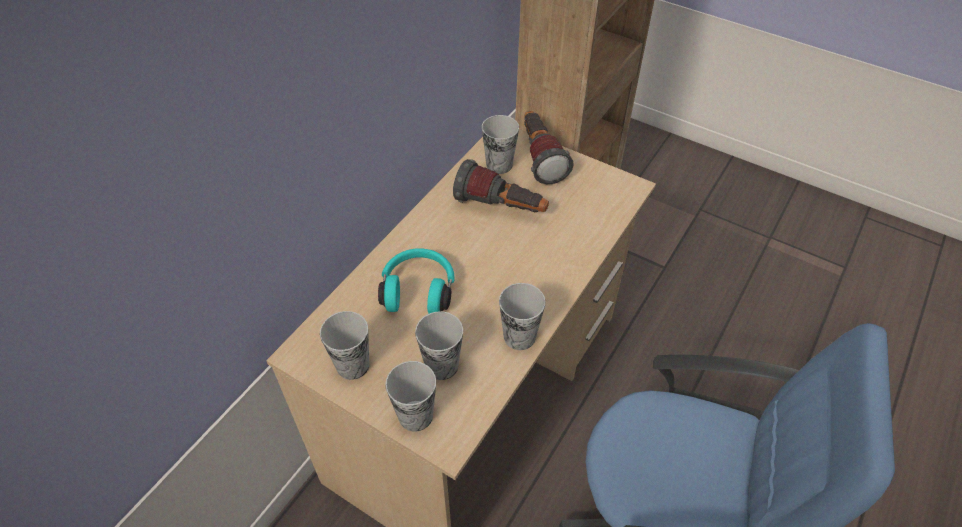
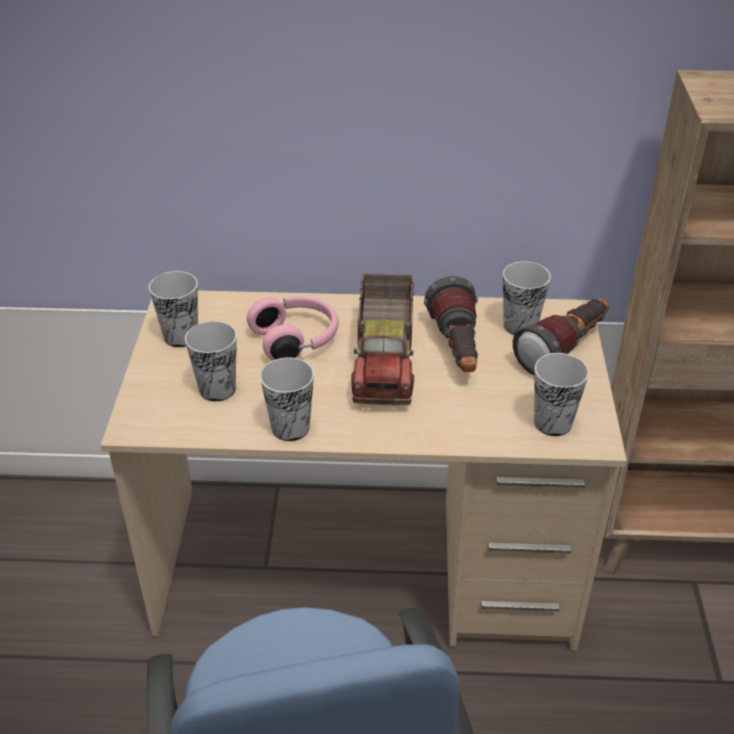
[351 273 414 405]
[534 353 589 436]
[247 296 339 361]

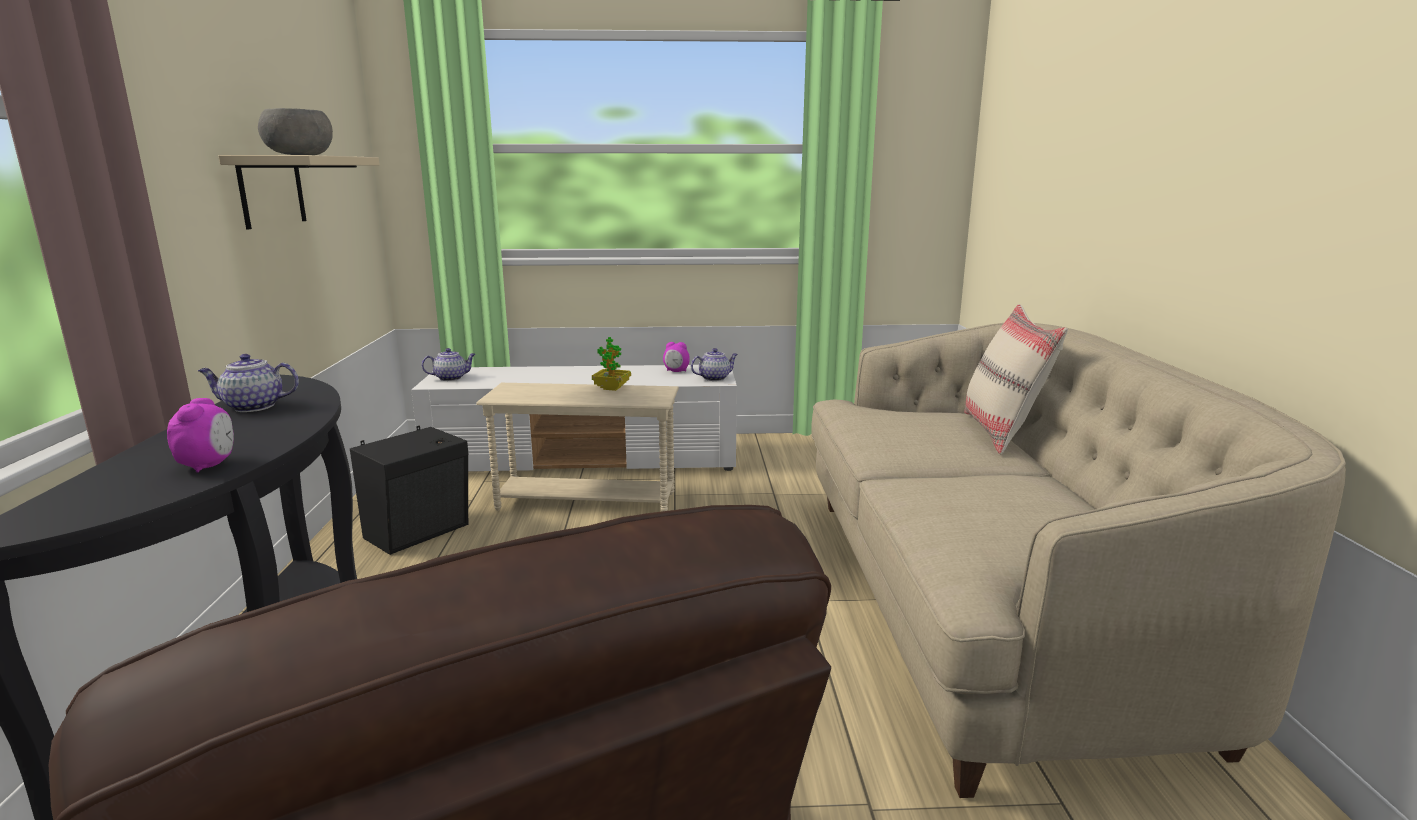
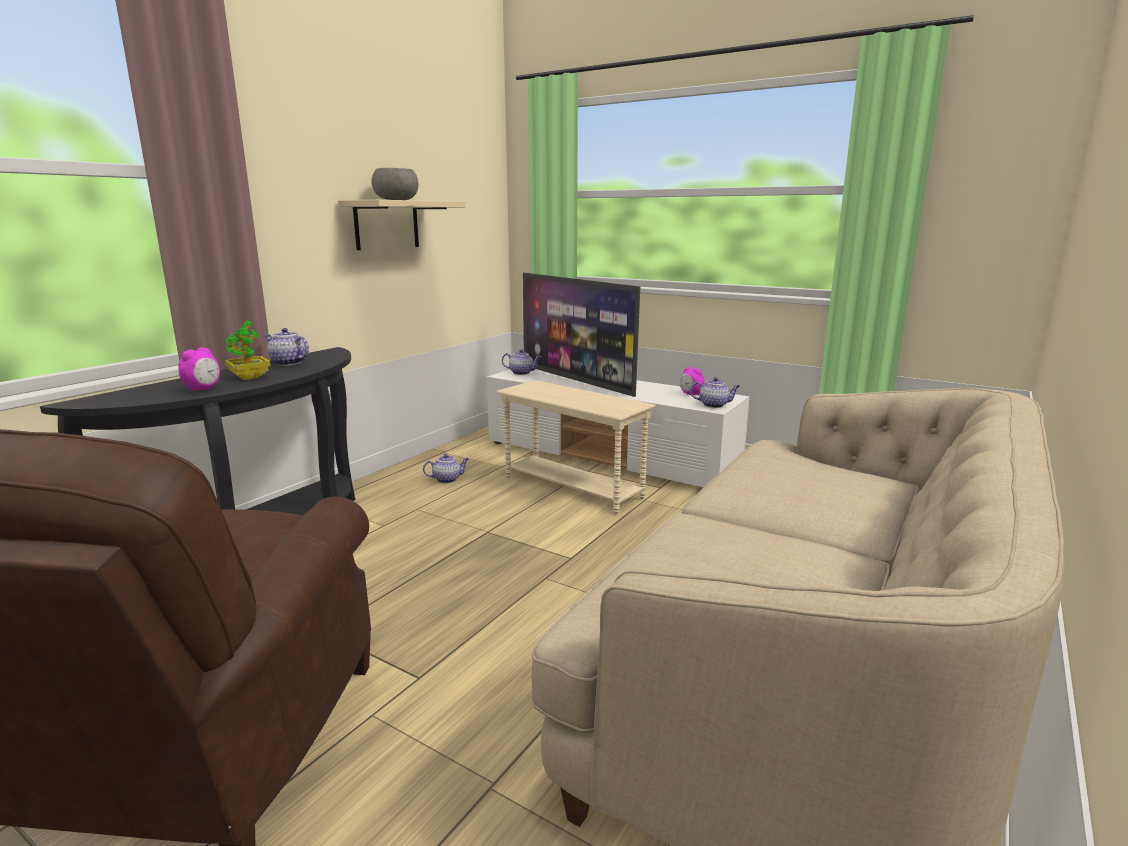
[964 304 1068 454] (first image)
[523 273 640 397]
[225 320 270 380]
[423 454 469 483]

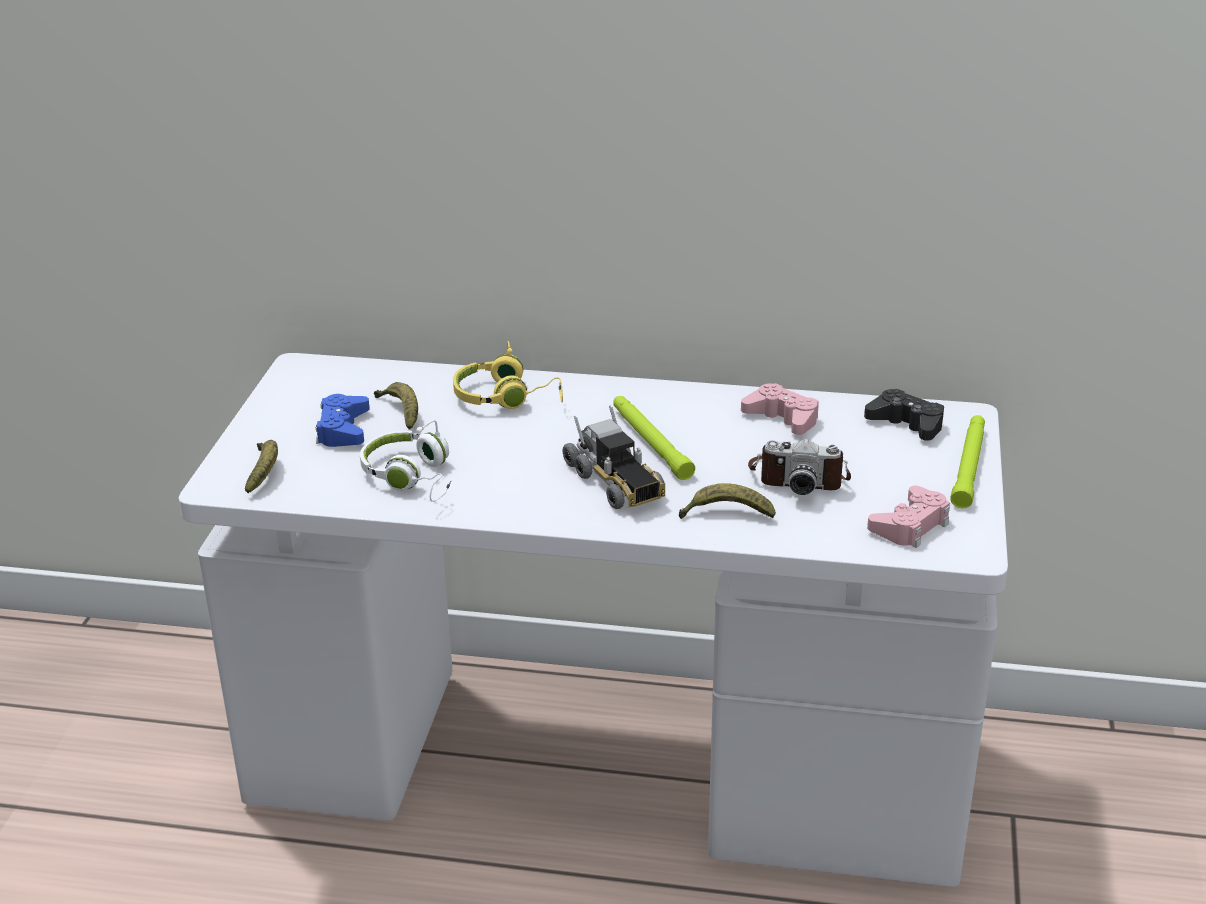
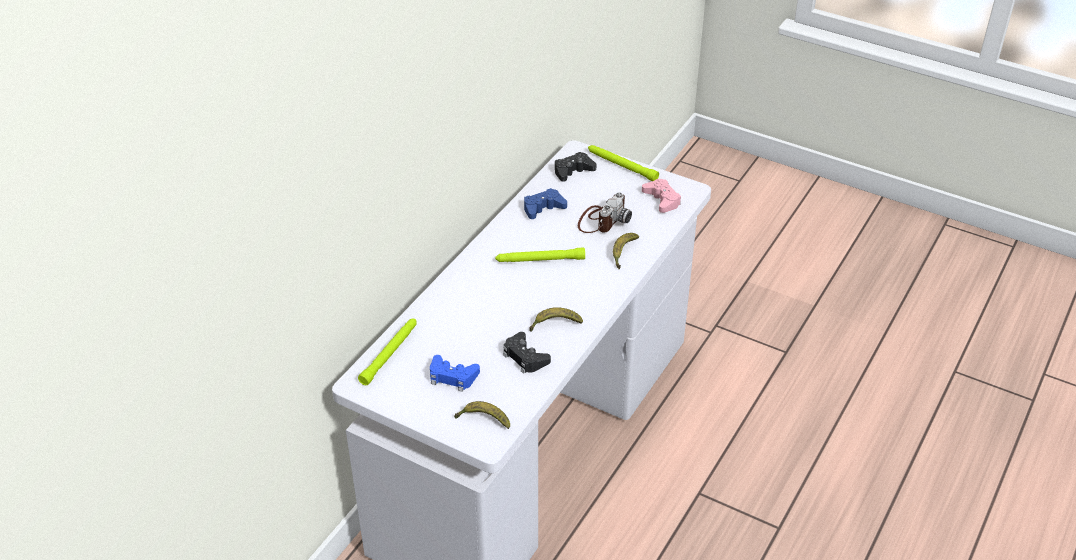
[453 341 563 409] (first image)
[562 405 665 509] (first image)
[358 319 417 385]
[529 307 583 332]
[503 332 551 374]
[524 188 567 219]

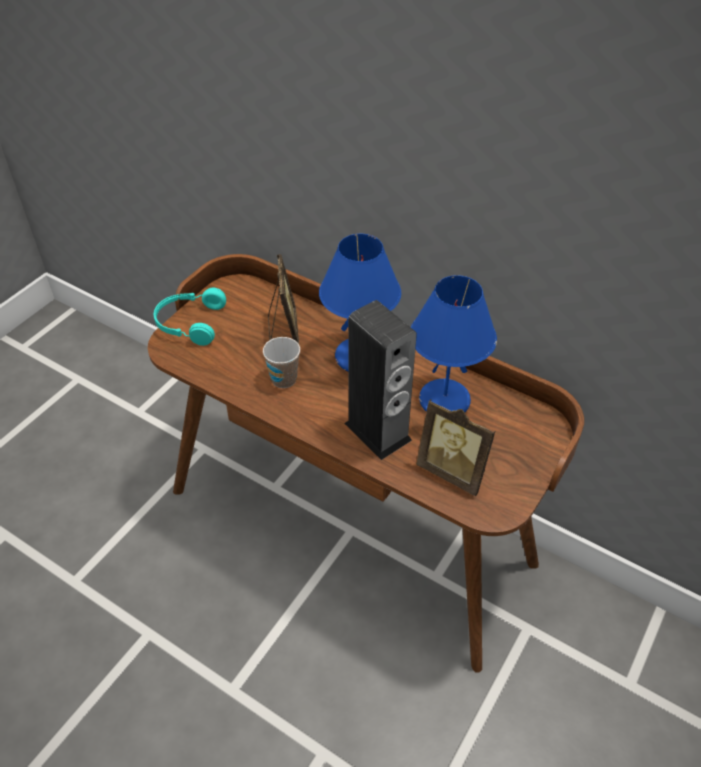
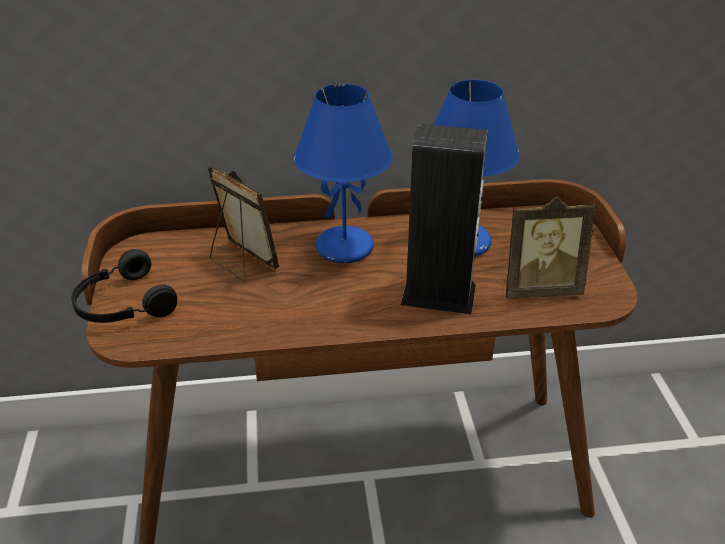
[263 337 300 388] (first image)
[71 249 177 323]

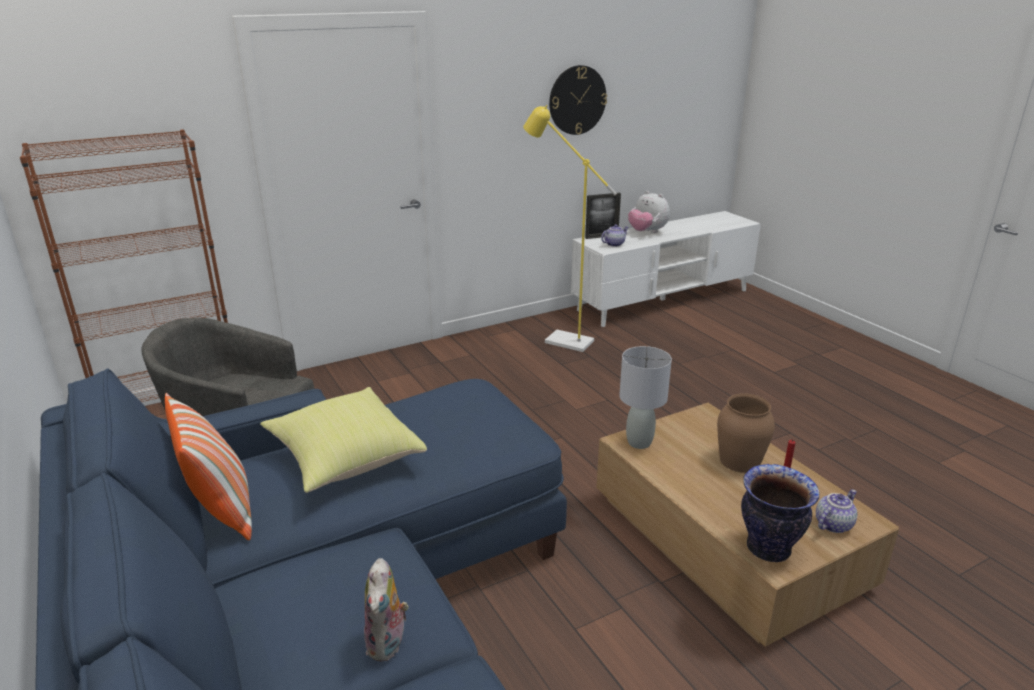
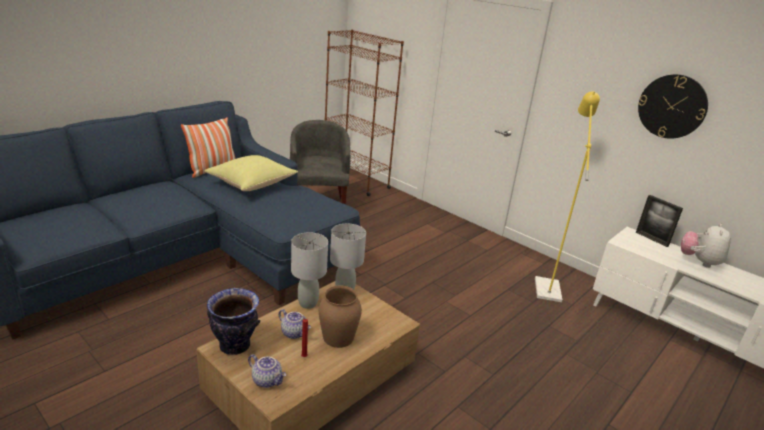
[364 558 409 662] (first image)
[291 232 328 309]
[279 309 311 339]

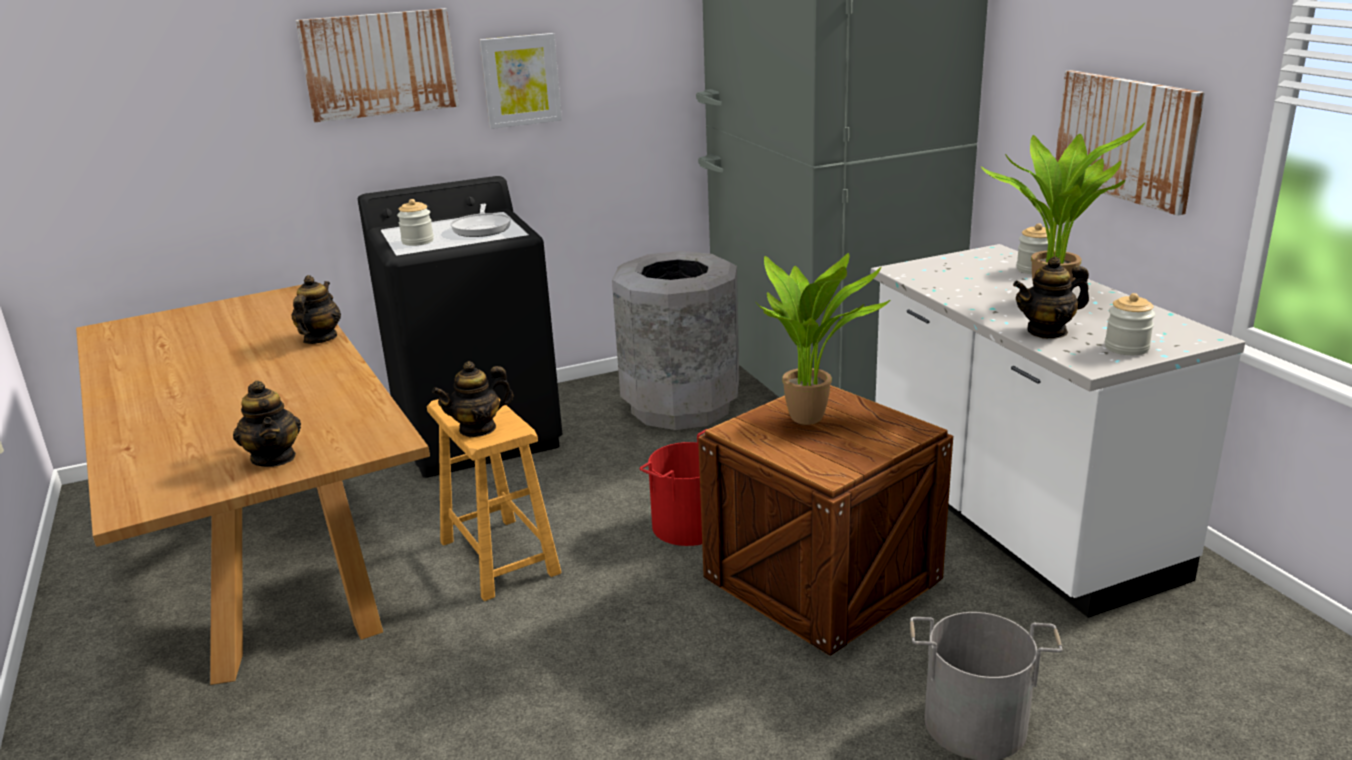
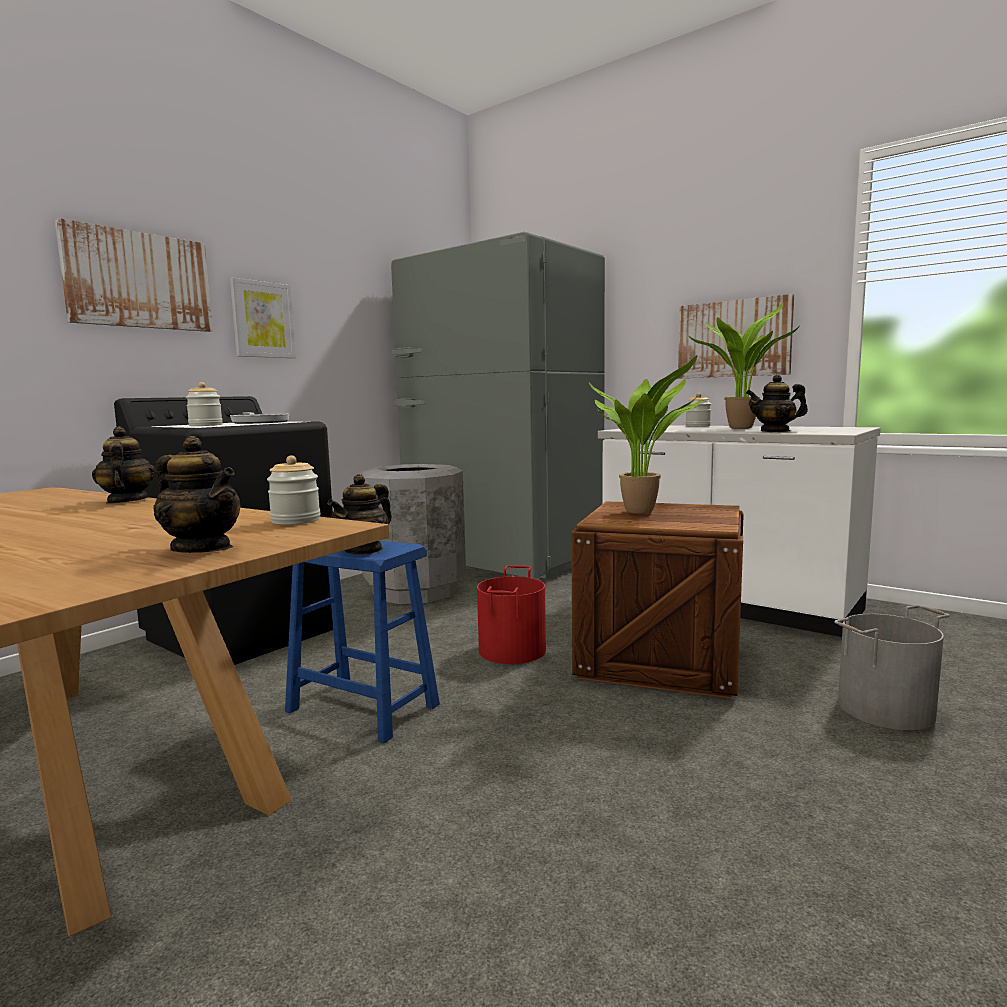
[267 455 321 525]
[285 541 440 743]
[746 374 808 432]

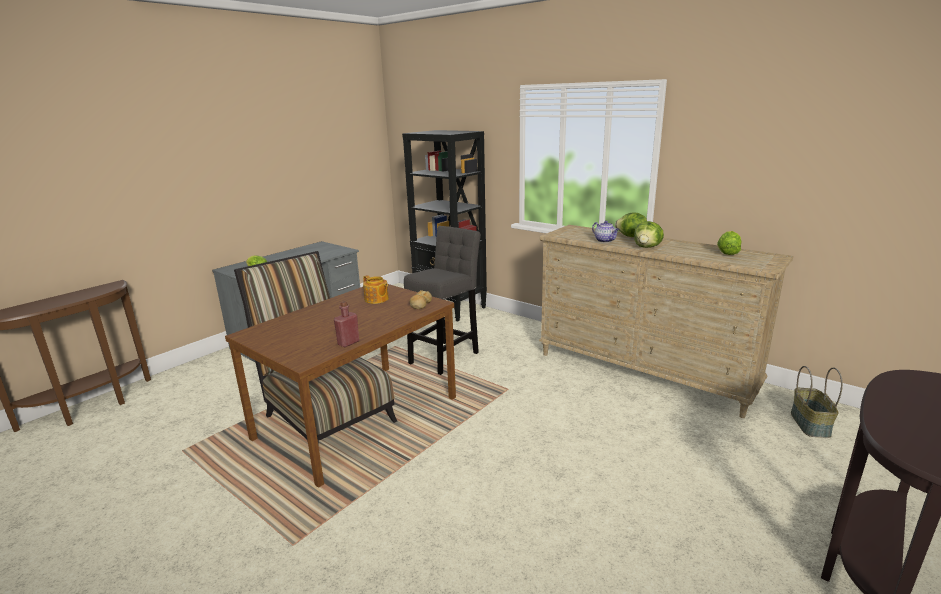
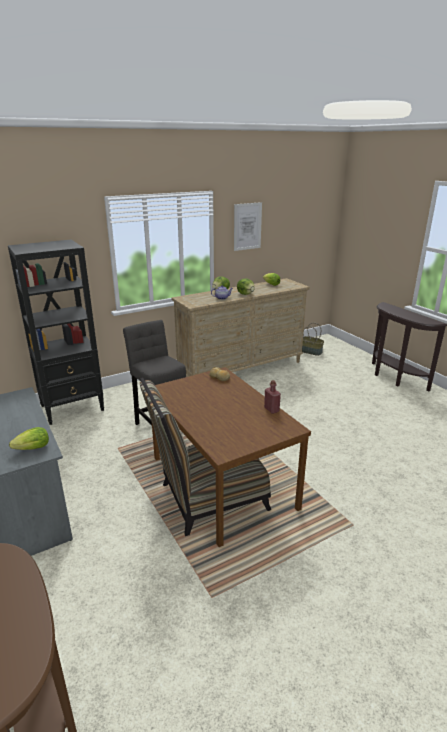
[363 275 389 304] (first image)
[234 202 262 251]

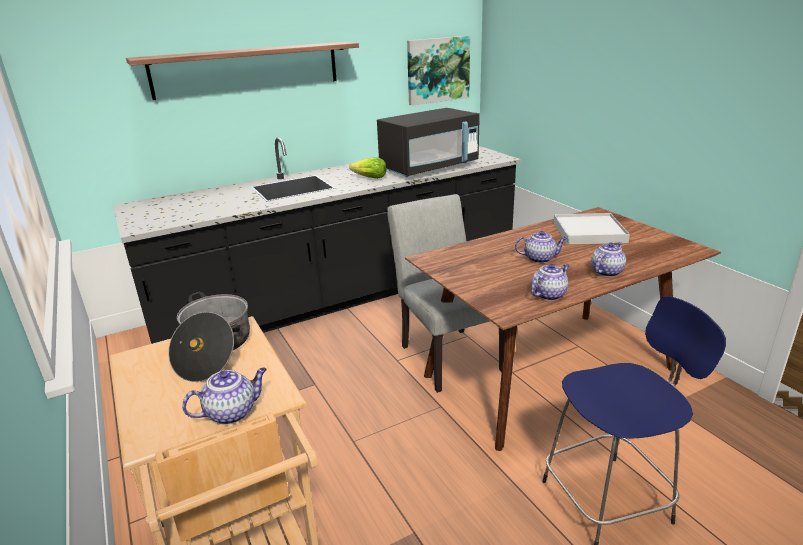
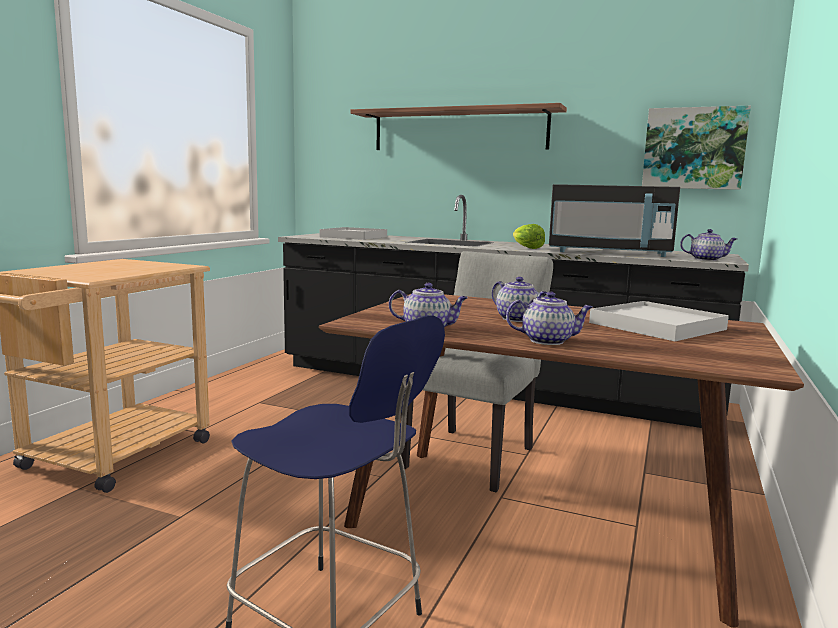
[168 292 250 382] (first image)
[320 227 387 240]
[680 229 737 261]

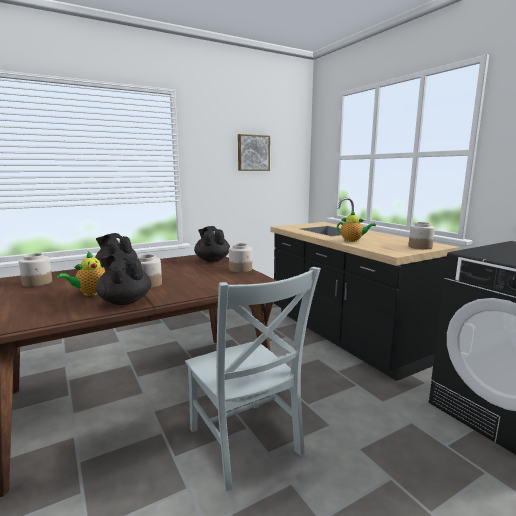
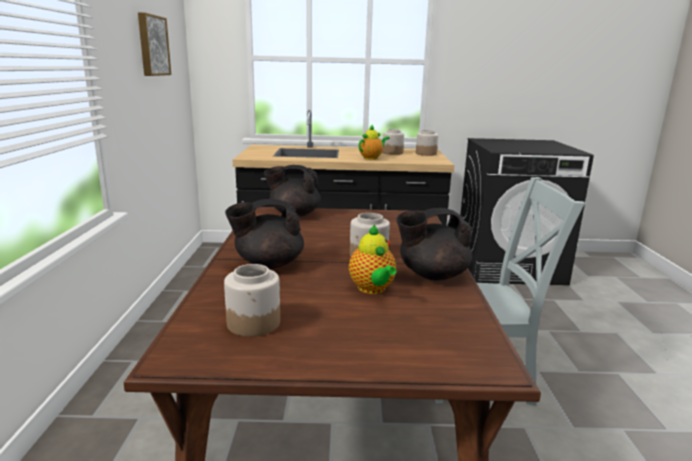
[382 129 404 155]

